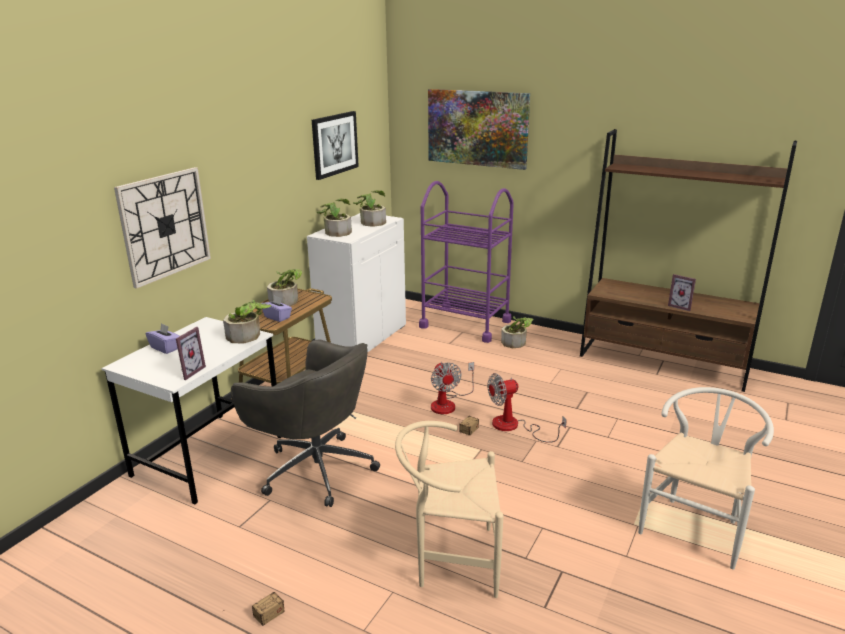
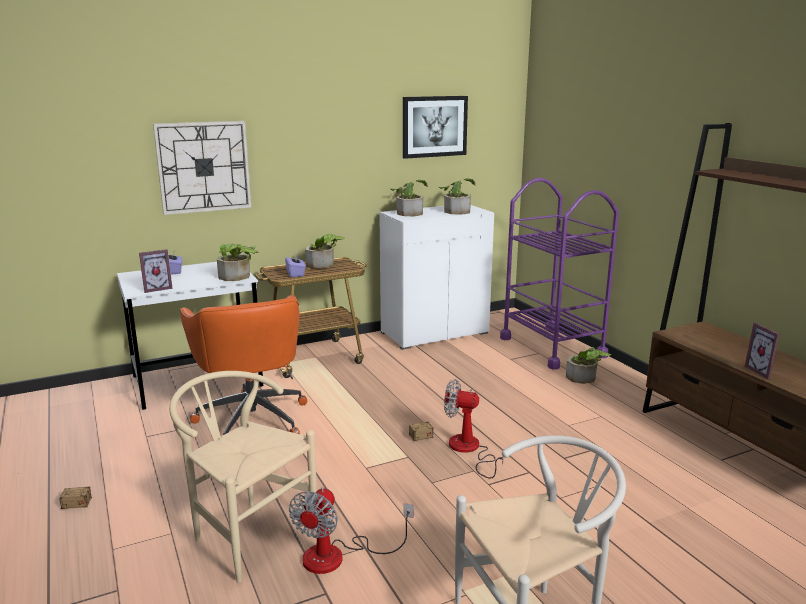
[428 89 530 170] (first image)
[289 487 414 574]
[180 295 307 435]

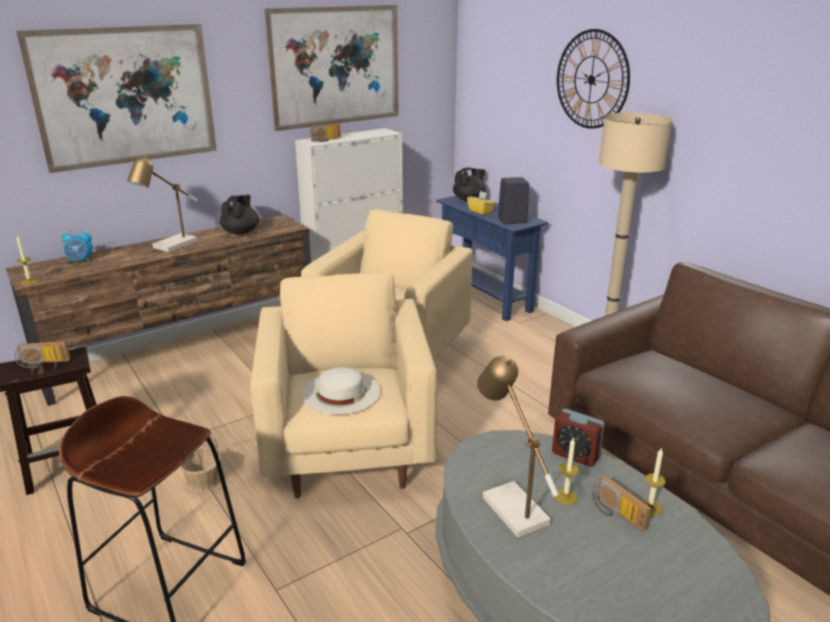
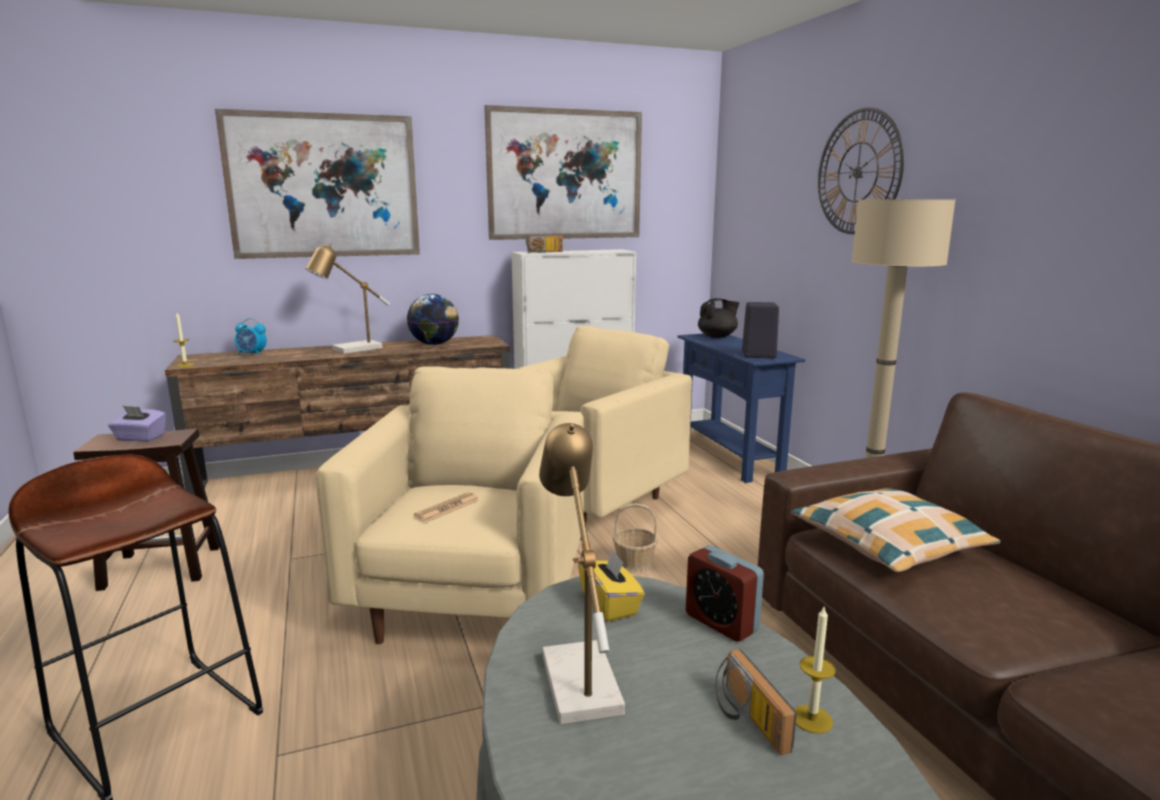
[555 438 579 504] (first image)
[791 488 1000 572]
[613 503 658 574]
[578 549 645 622]
[108 406 166 442]
[407 294 459 345]
[414 492 479 522]

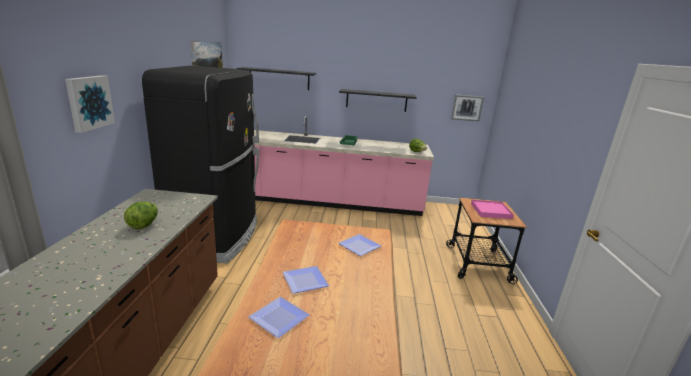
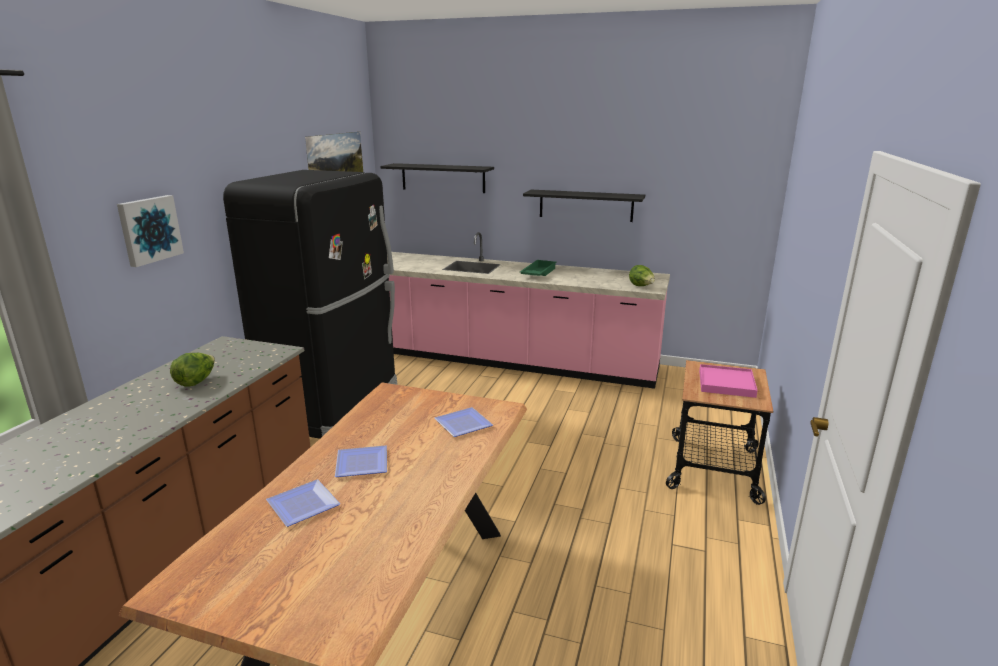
[451 94 484 121] (first image)

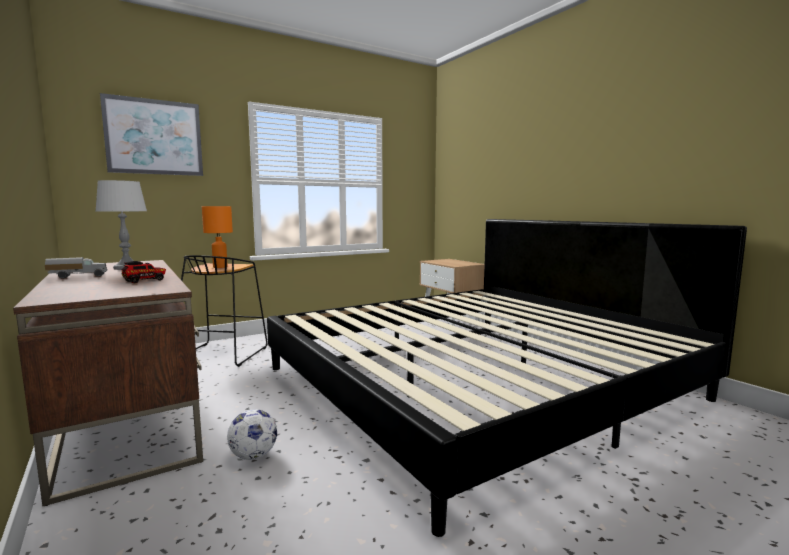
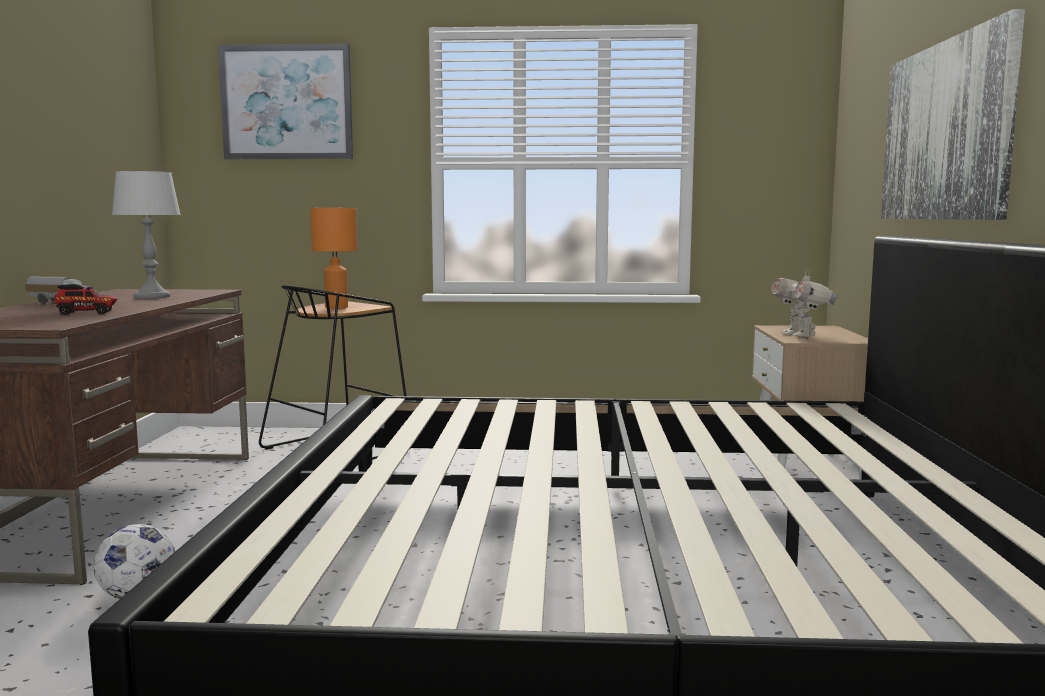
[771 270 838 337]
[881 9 1025 220]

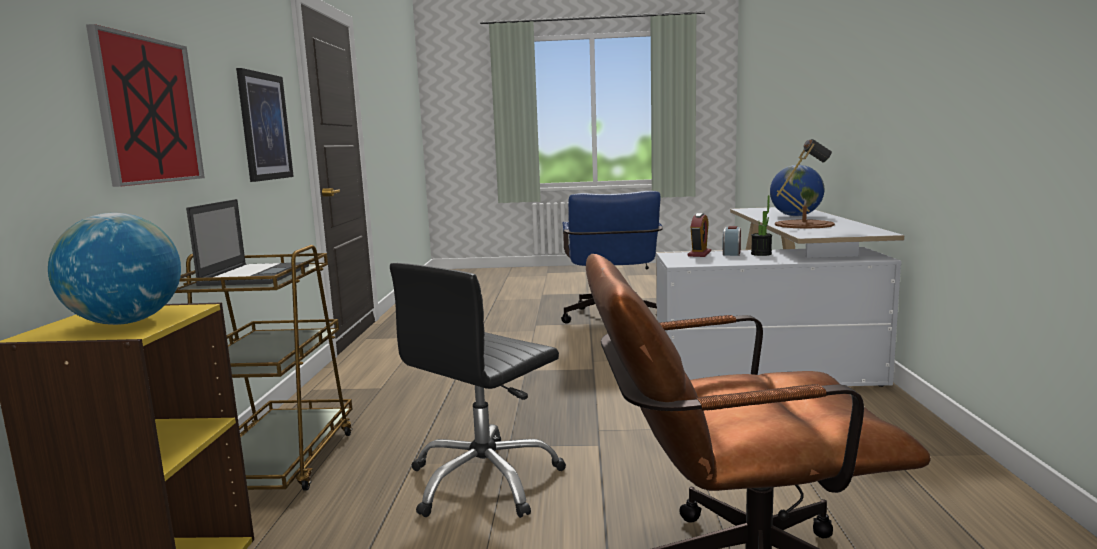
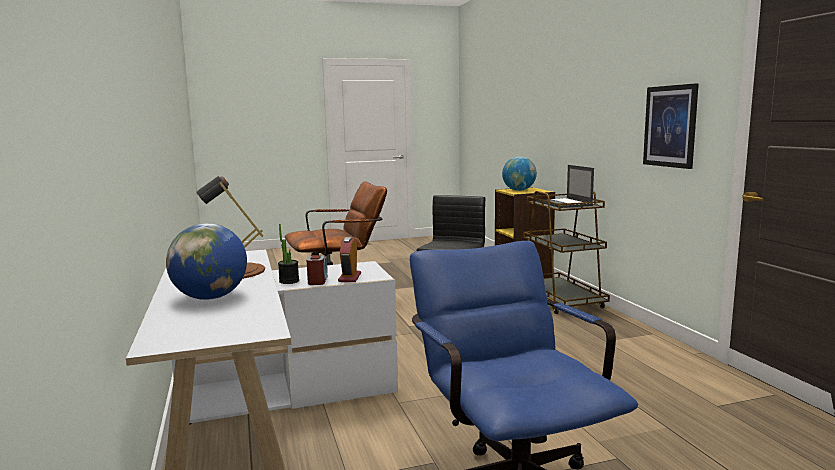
[86 24 205 187] (first image)

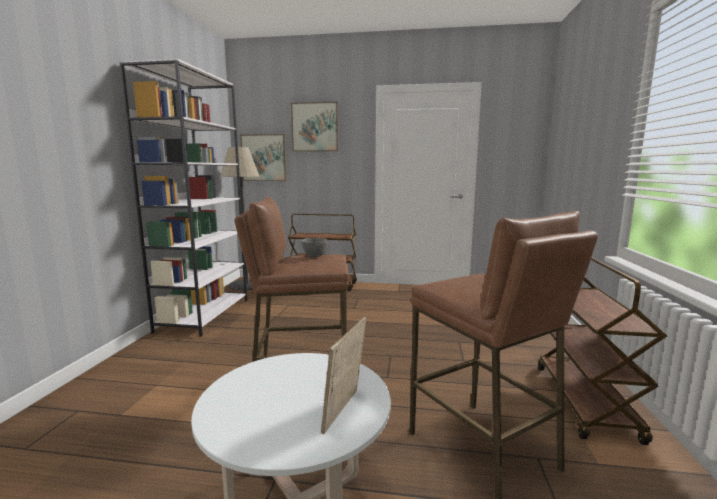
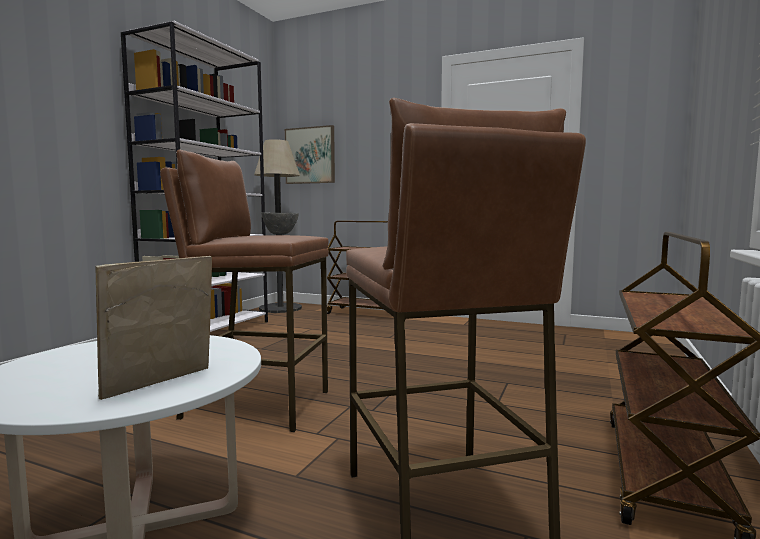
[291 102 339 152] (first image)

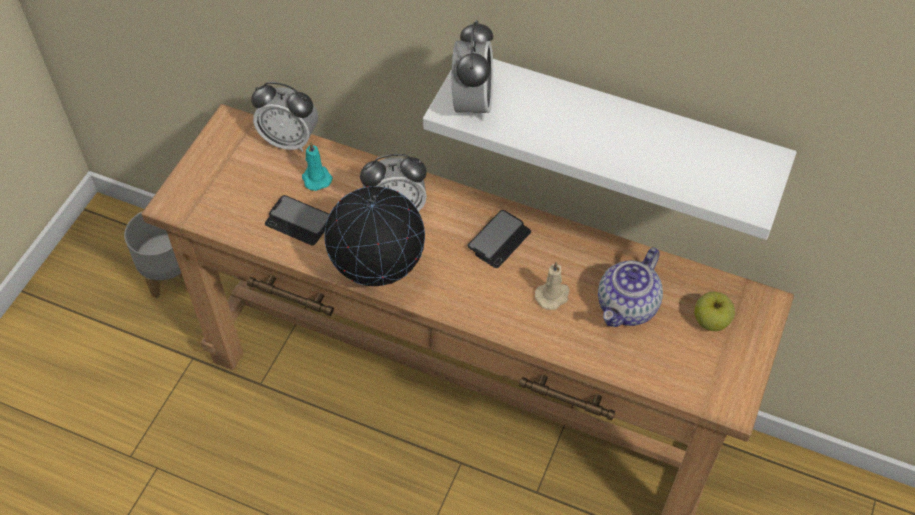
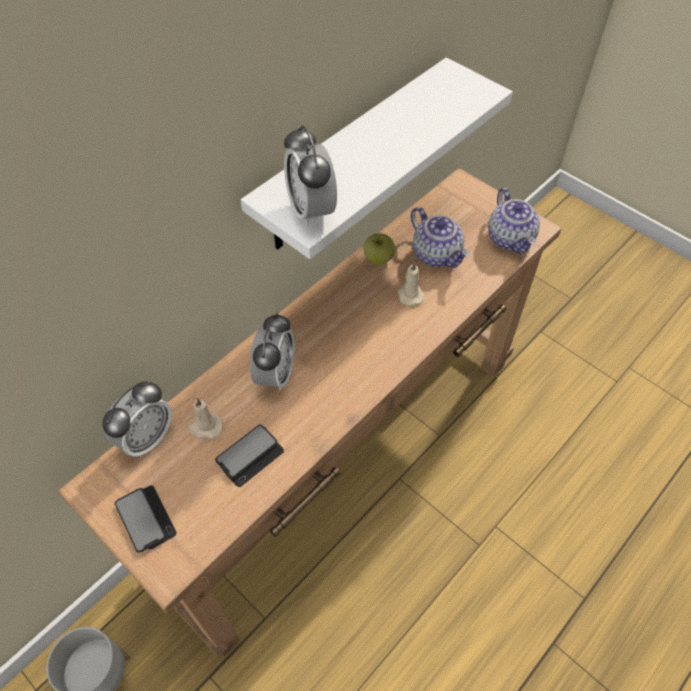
[325 186 425 286] (first image)
[488 188 540 254]
[115 486 177 553]
[363 233 395 264]
[188 398 223 439]
[284 126 337 227]

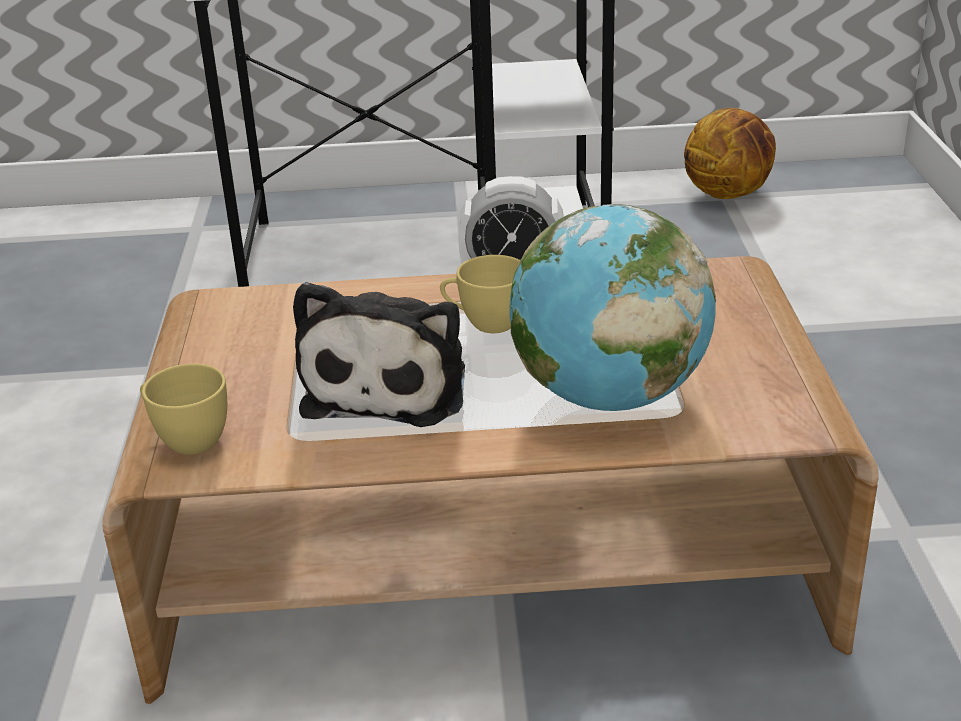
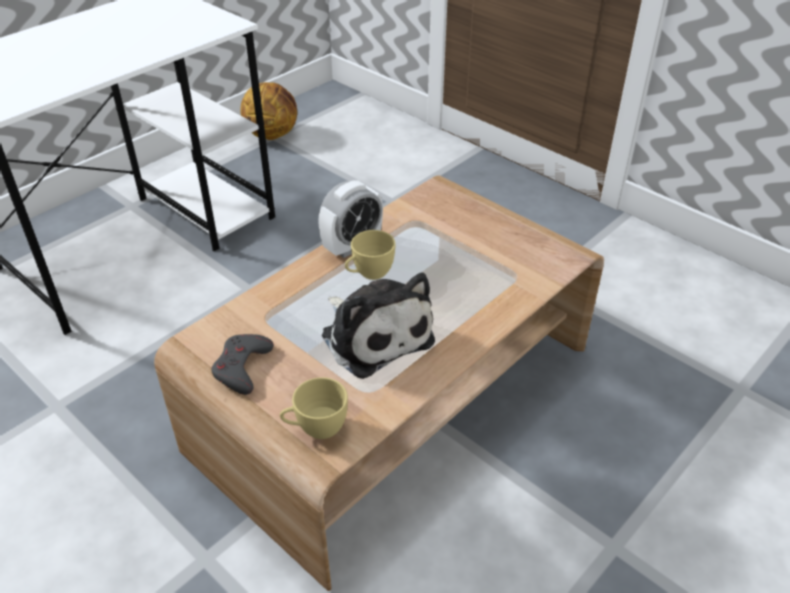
[509 204 716 411] (first image)
[211 334 274 395]

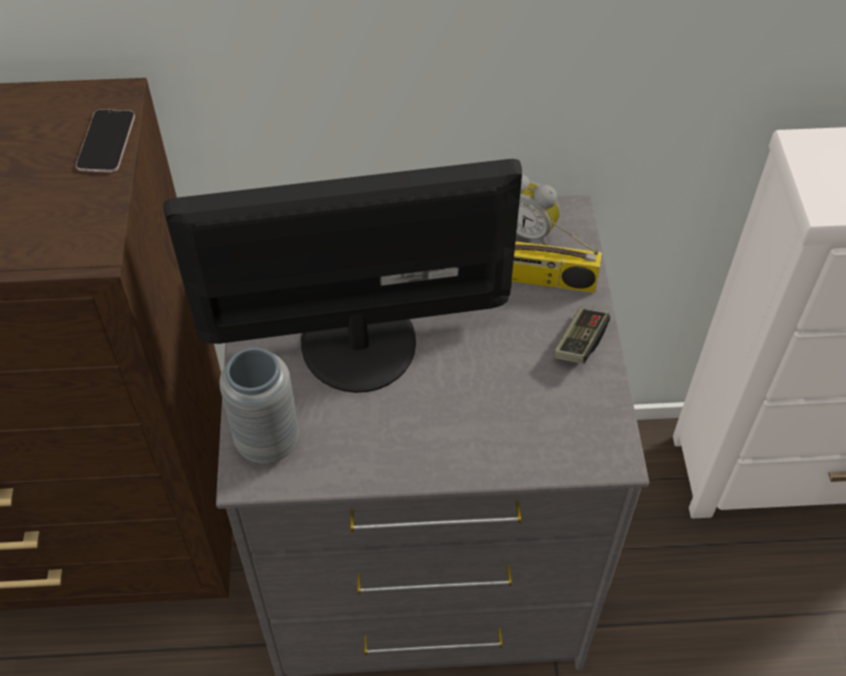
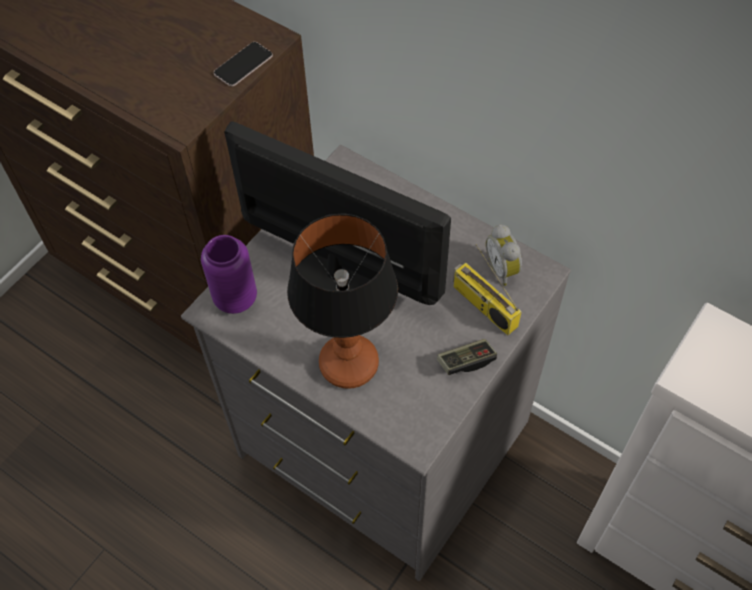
[287 213 398 389]
[201 235 257 314]

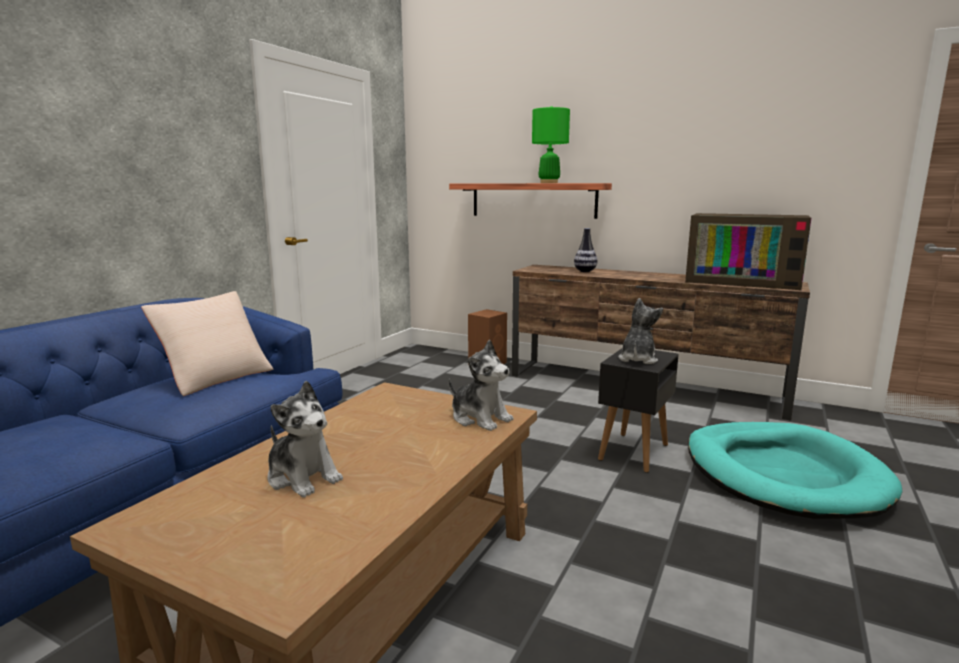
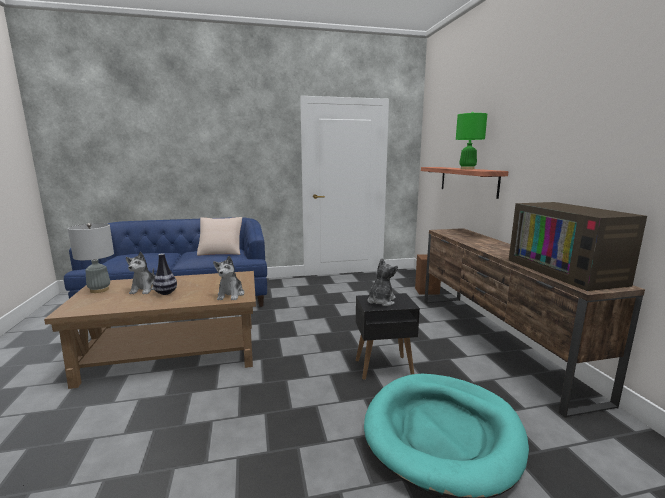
[68 223 114 293]
[153 253 177 295]
[367 258 398 306]

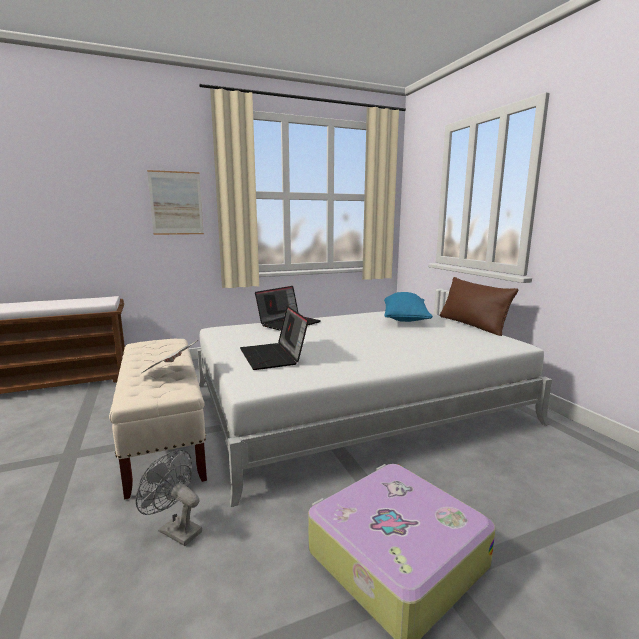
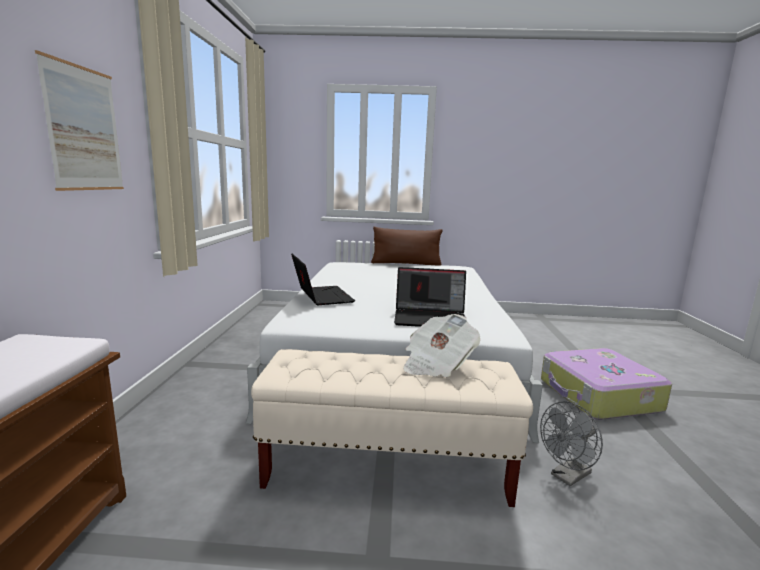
[384 292 433 322] (first image)

